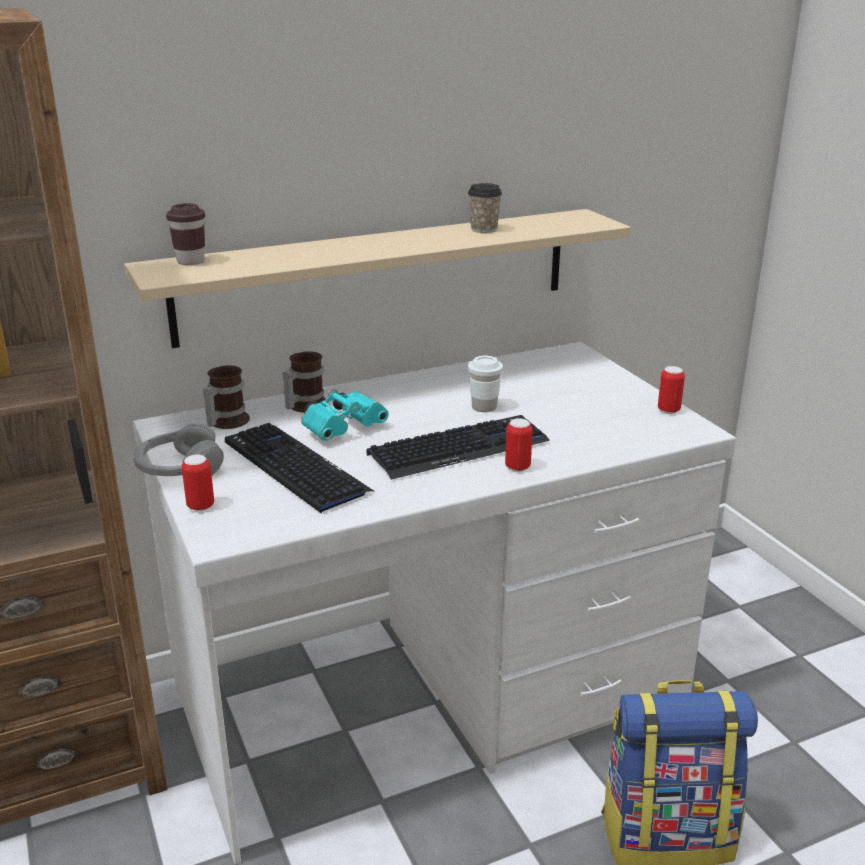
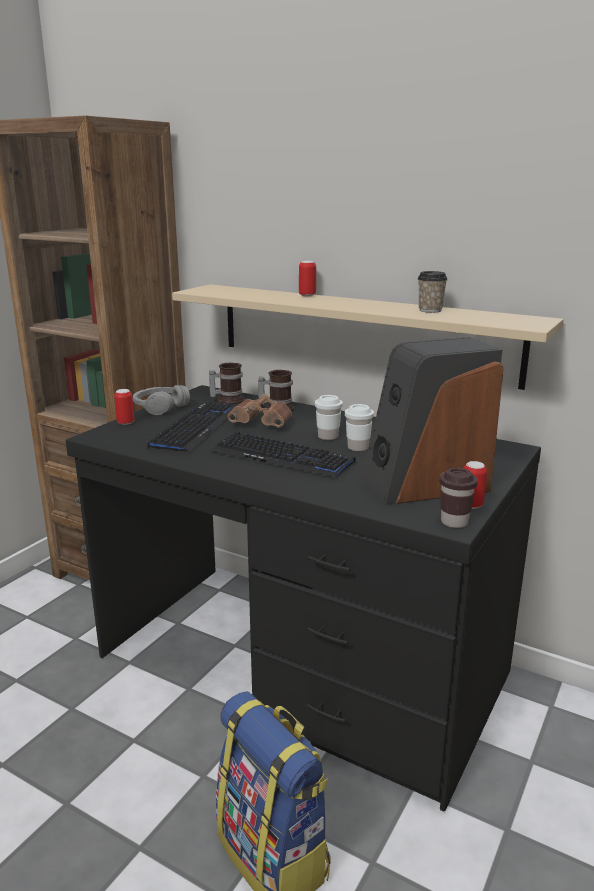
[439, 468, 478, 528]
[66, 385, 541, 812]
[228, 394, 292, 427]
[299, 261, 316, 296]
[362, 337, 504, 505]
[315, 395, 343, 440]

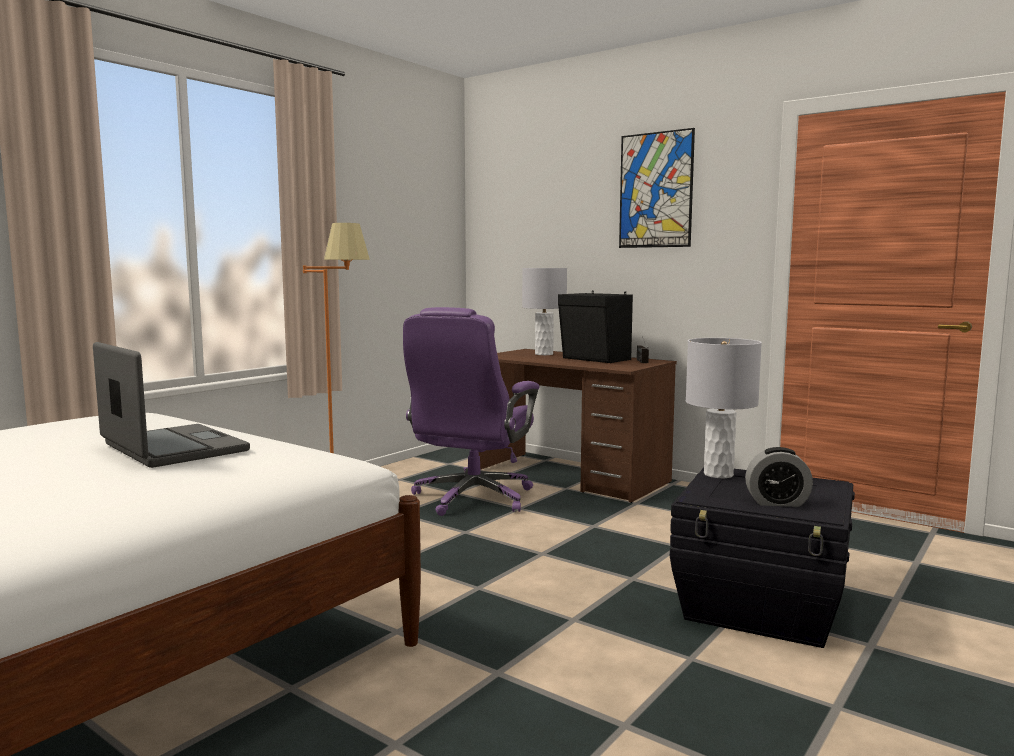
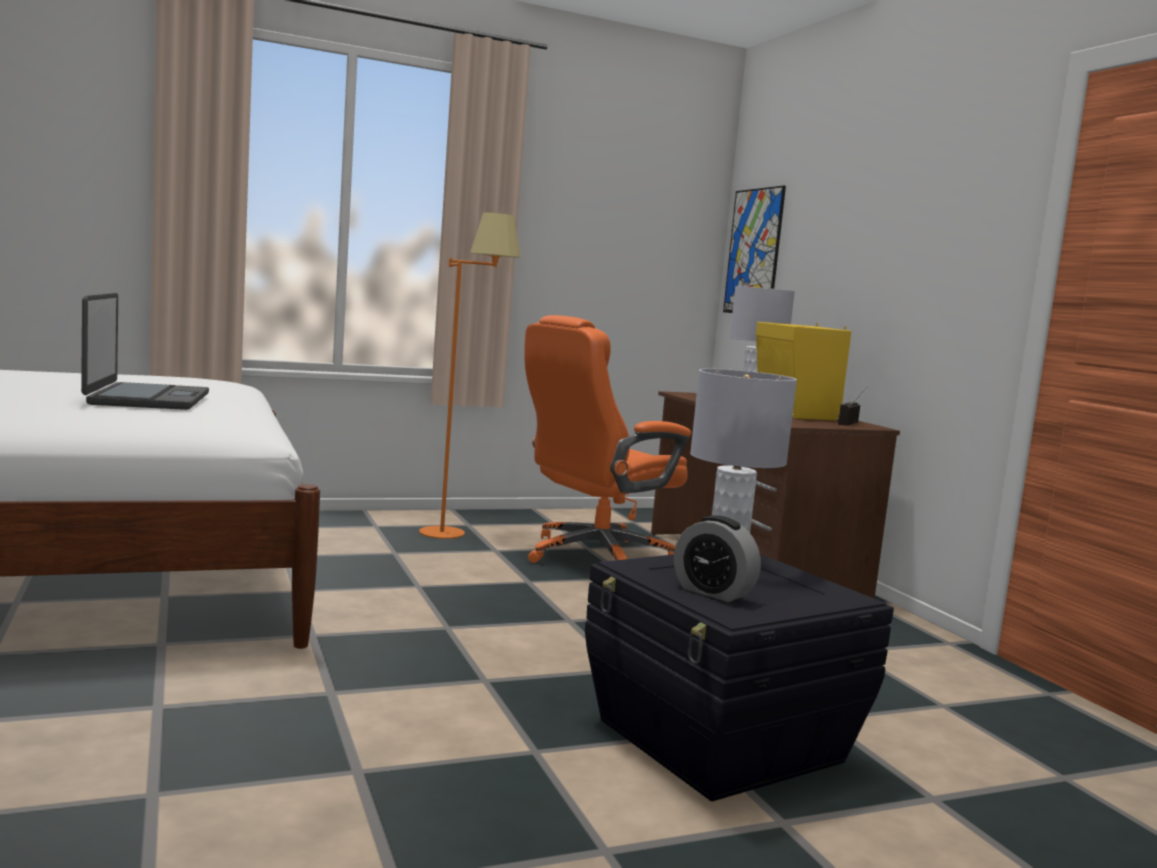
[723, 186, 786, 313]
[756, 322, 851, 420]
[524, 315, 691, 563]

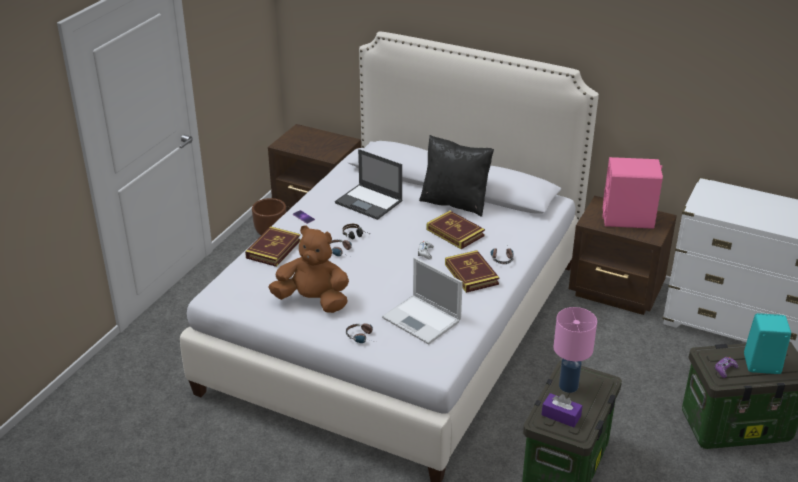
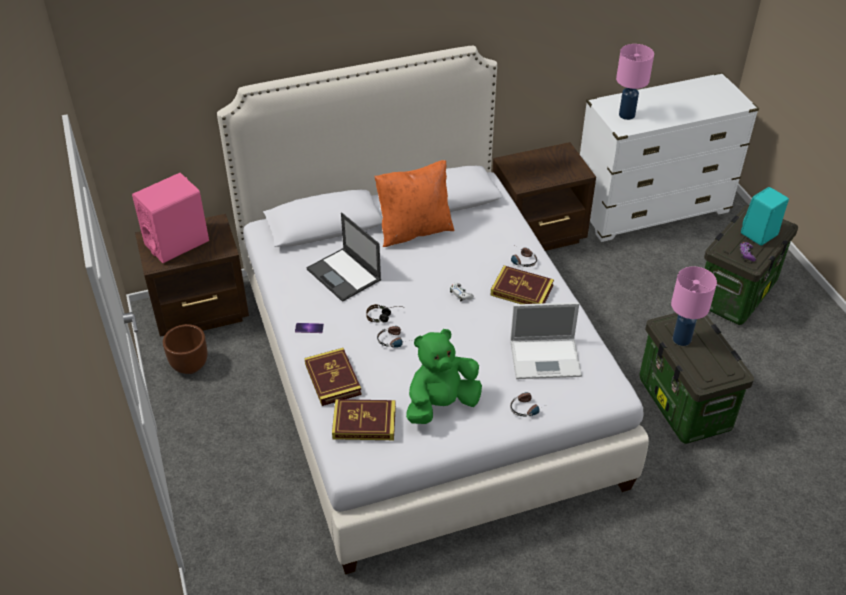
[374, 160, 455, 247]
[306, 213, 382, 302]
[132, 173, 209, 263]
[332, 399, 396, 440]
[406, 329, 482, 424]
[541, 393, 583, 427] (first image)
[616, 44, 654, 120]

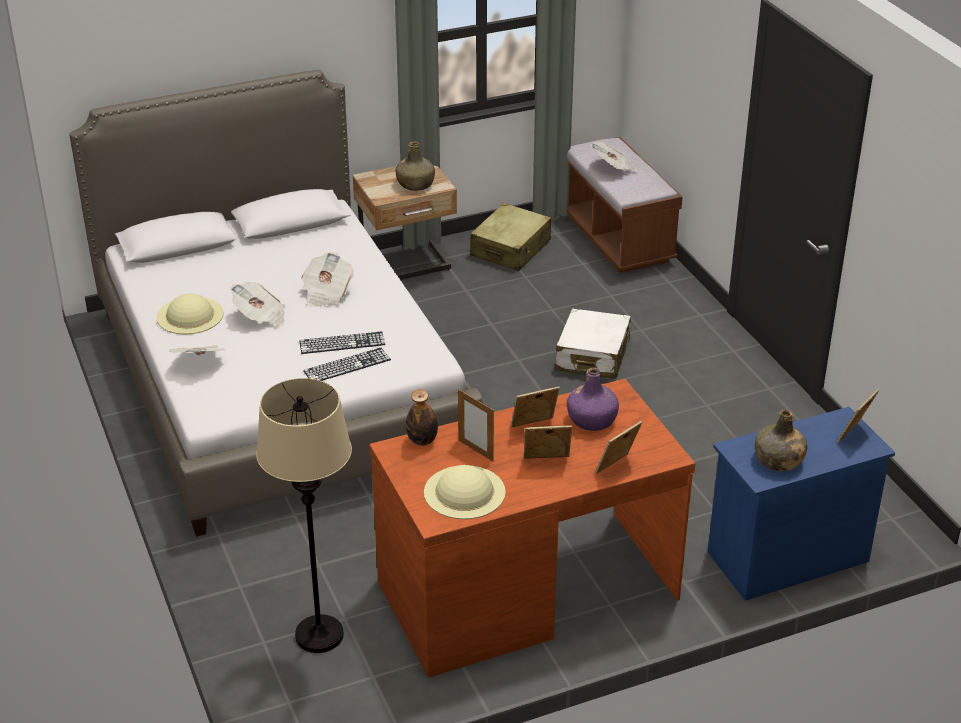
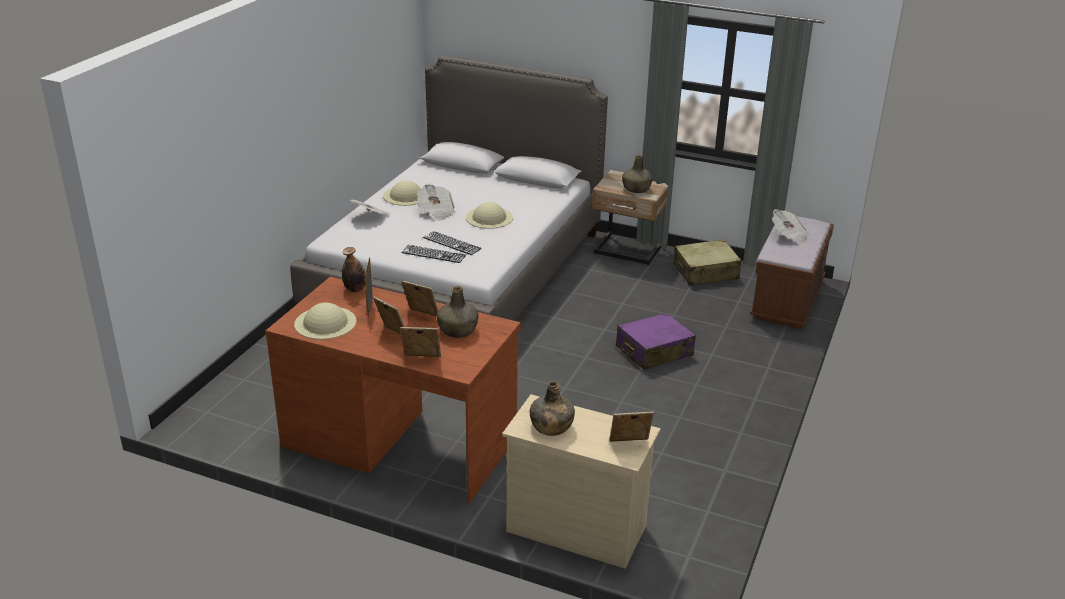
[466, 202, 513, 229]
[616, 313, 696, 370]
[437, 286, 478, 338]
[256, 378, 352, 653] (first image)
[502, 394, 661, 569]

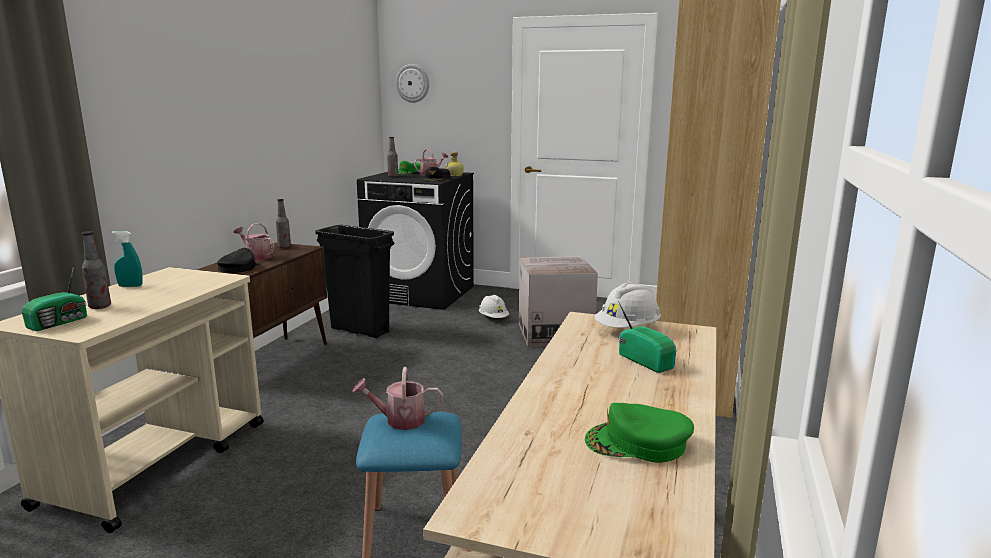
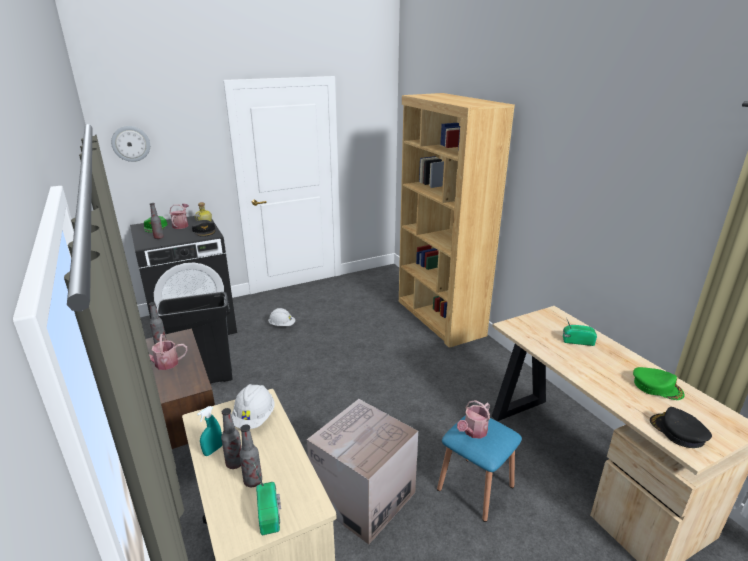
[650, 407, 712, 448]
[307, 399, 418, 545]
[231, 384, 275, 429]
[633, 367, 685, 400]
[221, 408, 242, 469]

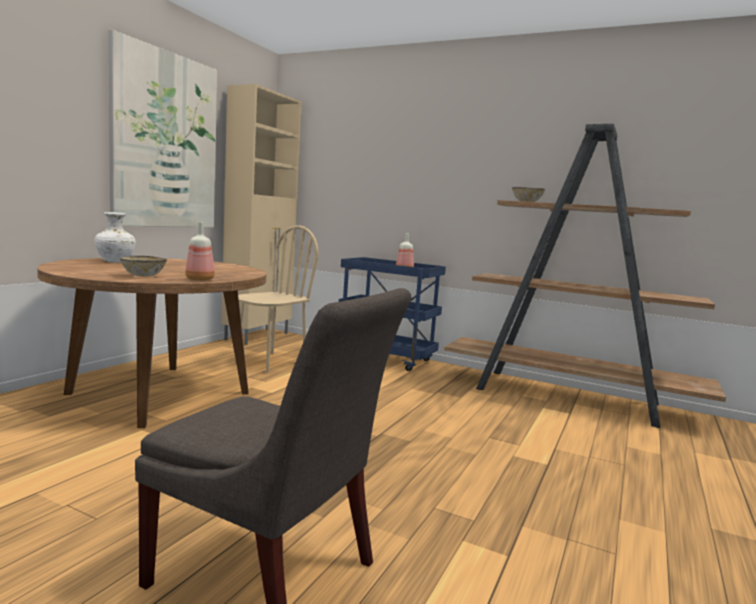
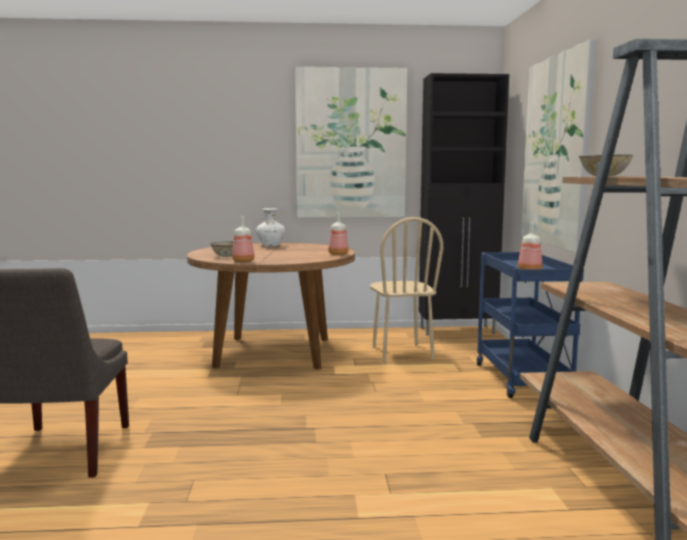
[419, 73, 509, 336]
[370, 217, 443, 363]
[521, 39, 596, 253]
[328, 213, 349, 255]

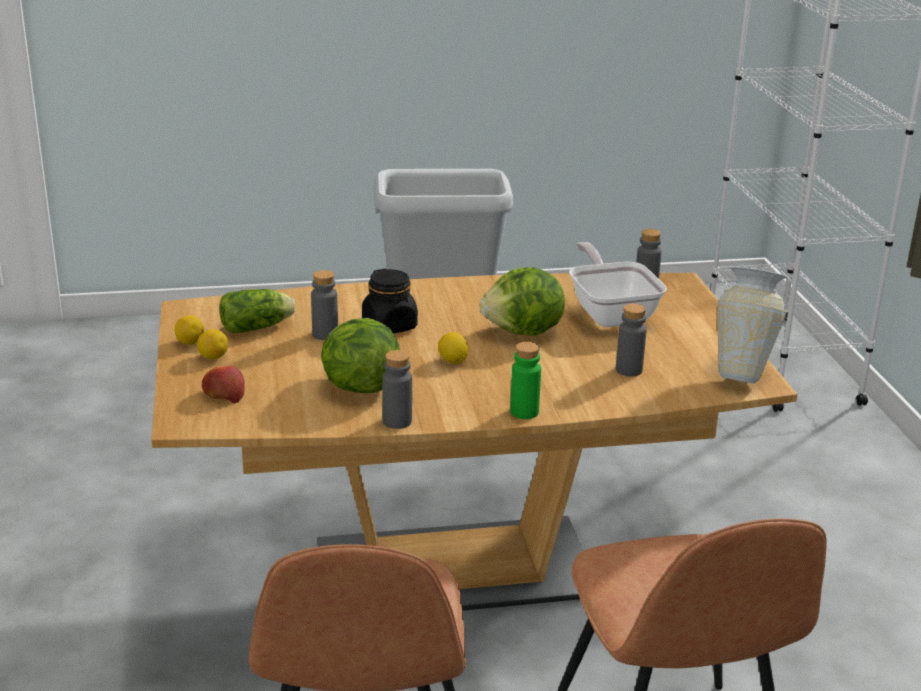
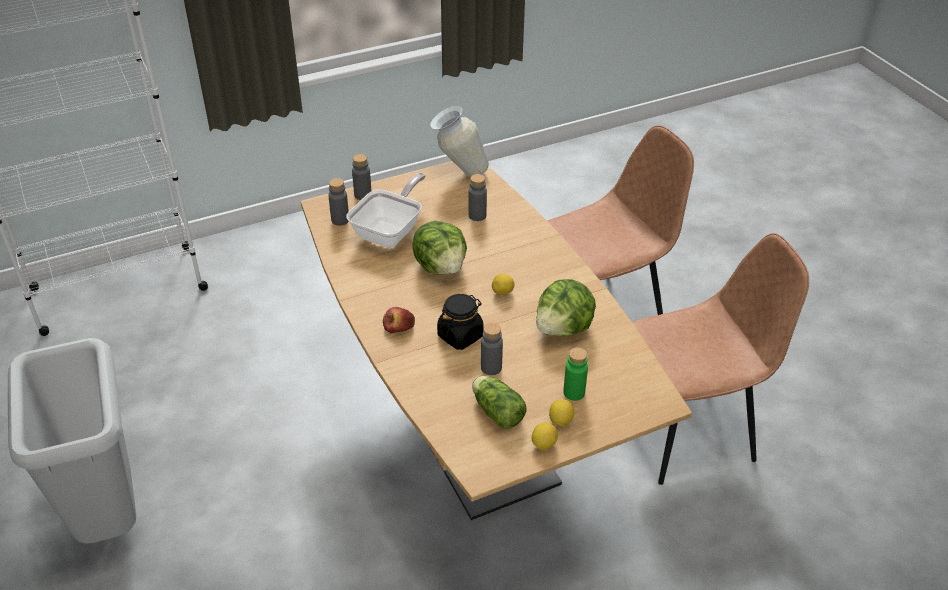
[347, 173, 426, 248]
[563, 347, 588, 401]
[352, 154, 371, 200]
[383, 307, 415, 333]

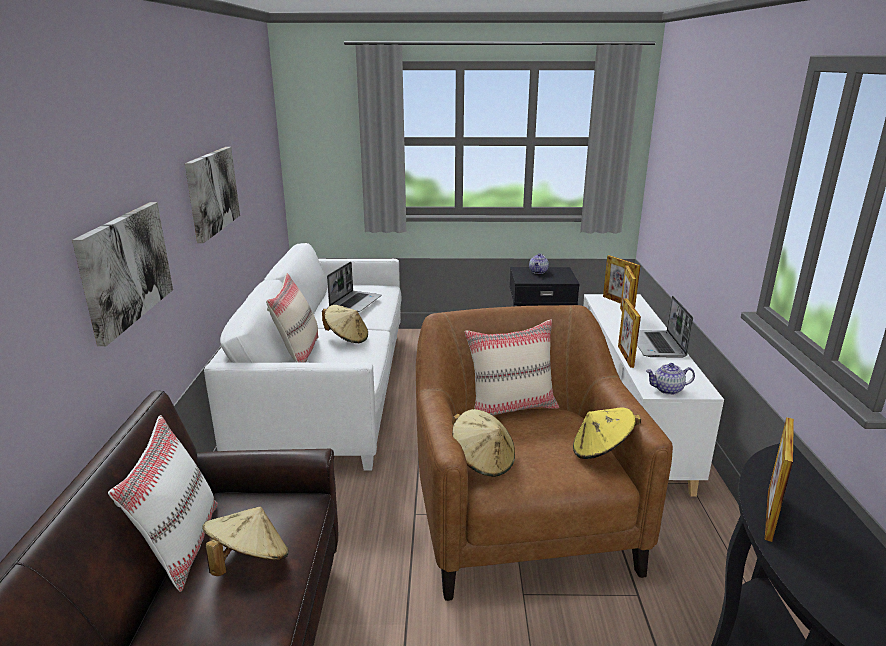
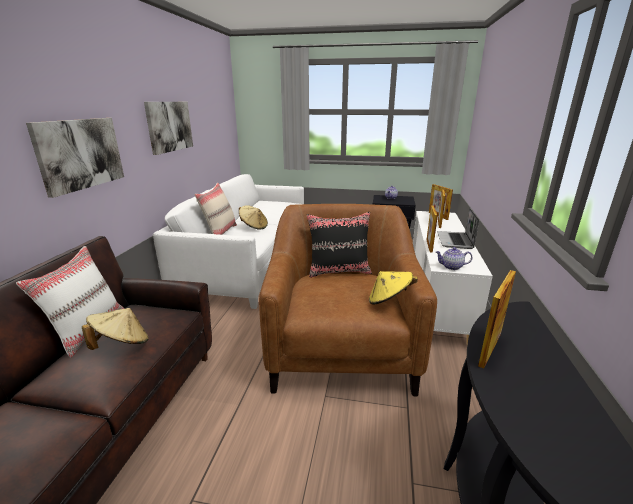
[327, 261, 382, 312] (first image)
[307, 212, 372, 278]
[452, 409, 515, 477] (first image)

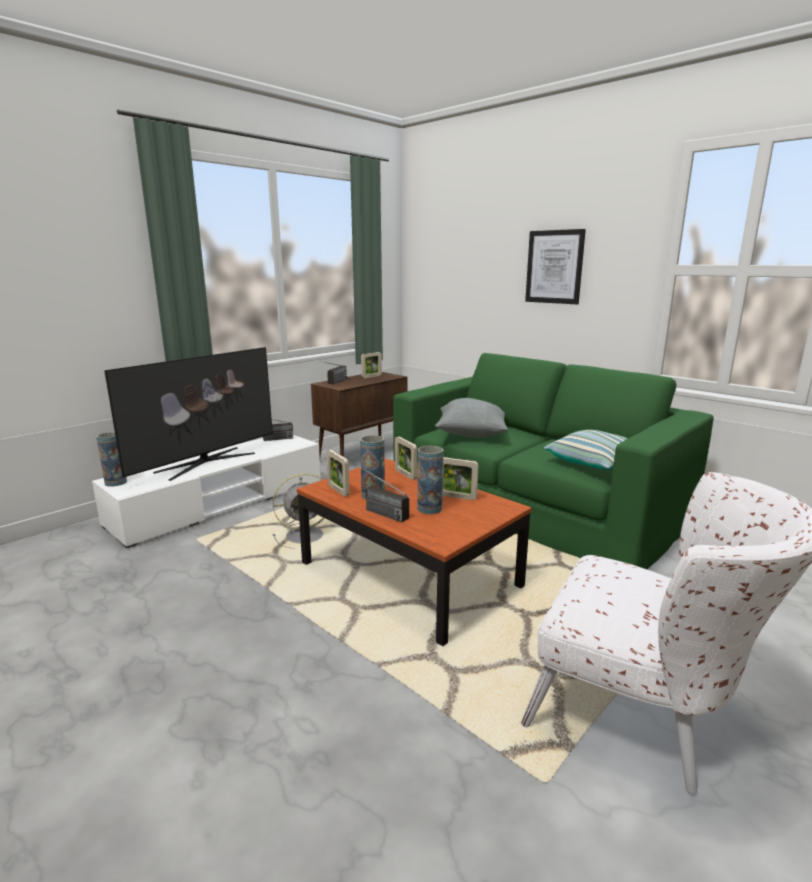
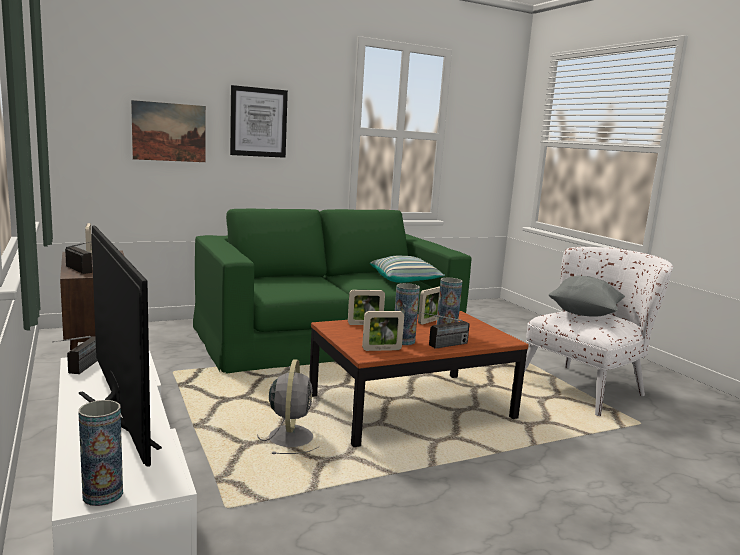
[549, 276, 625, 317]
[131, 100, 206, 162]

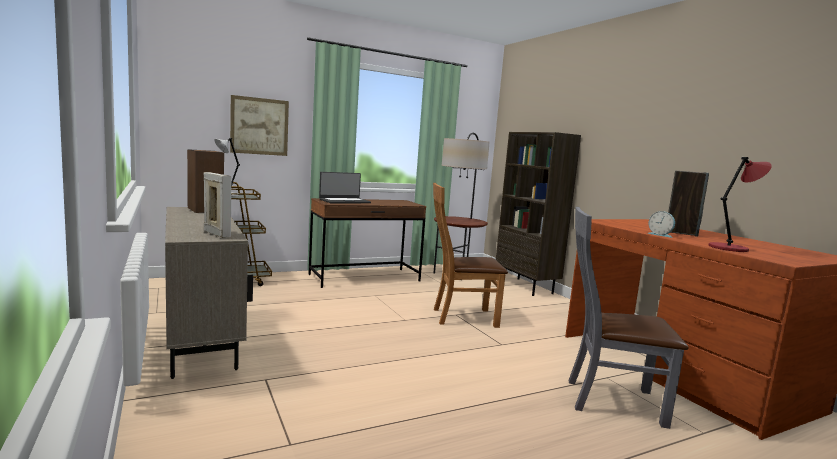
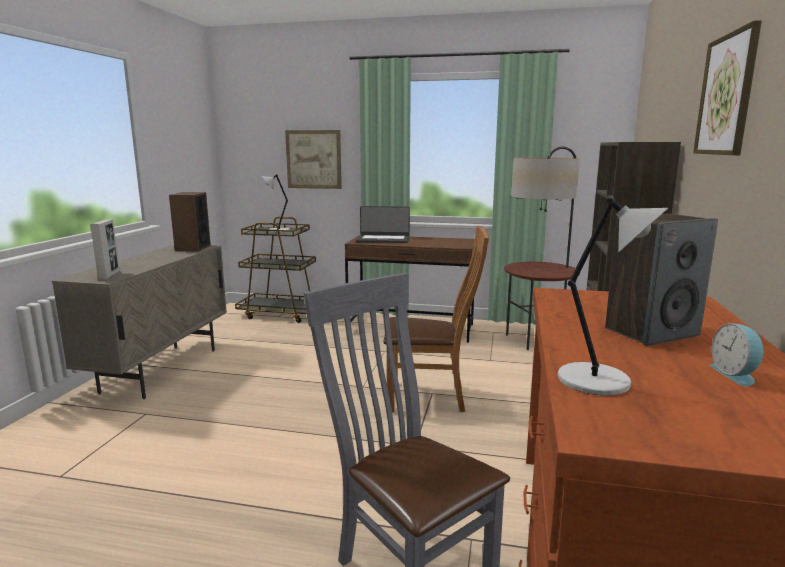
[558, 198, 668, 396]
[383, 226, 489, 413]
[709, 323, 765, 386]
[693, 20, 762, 155]

